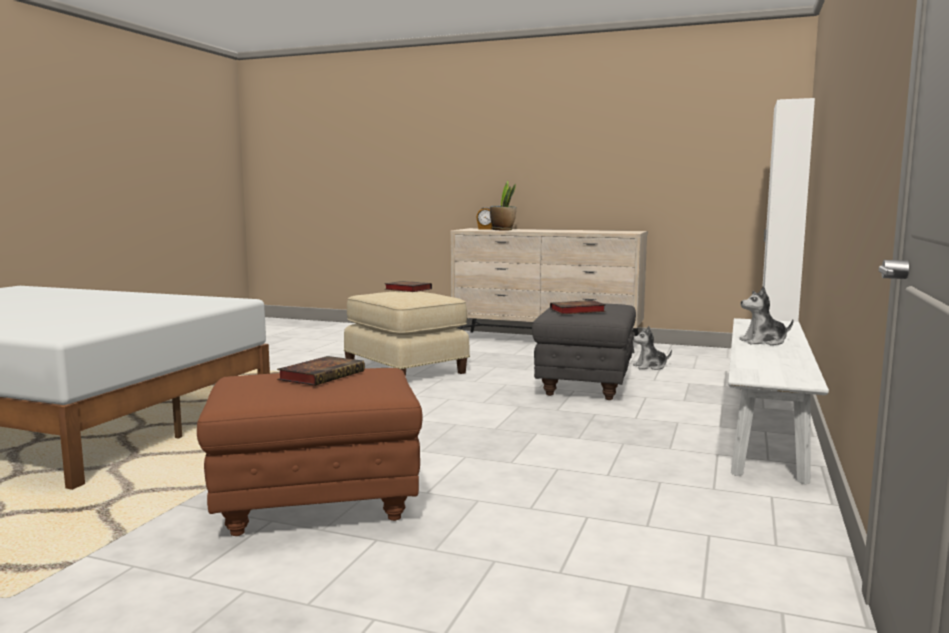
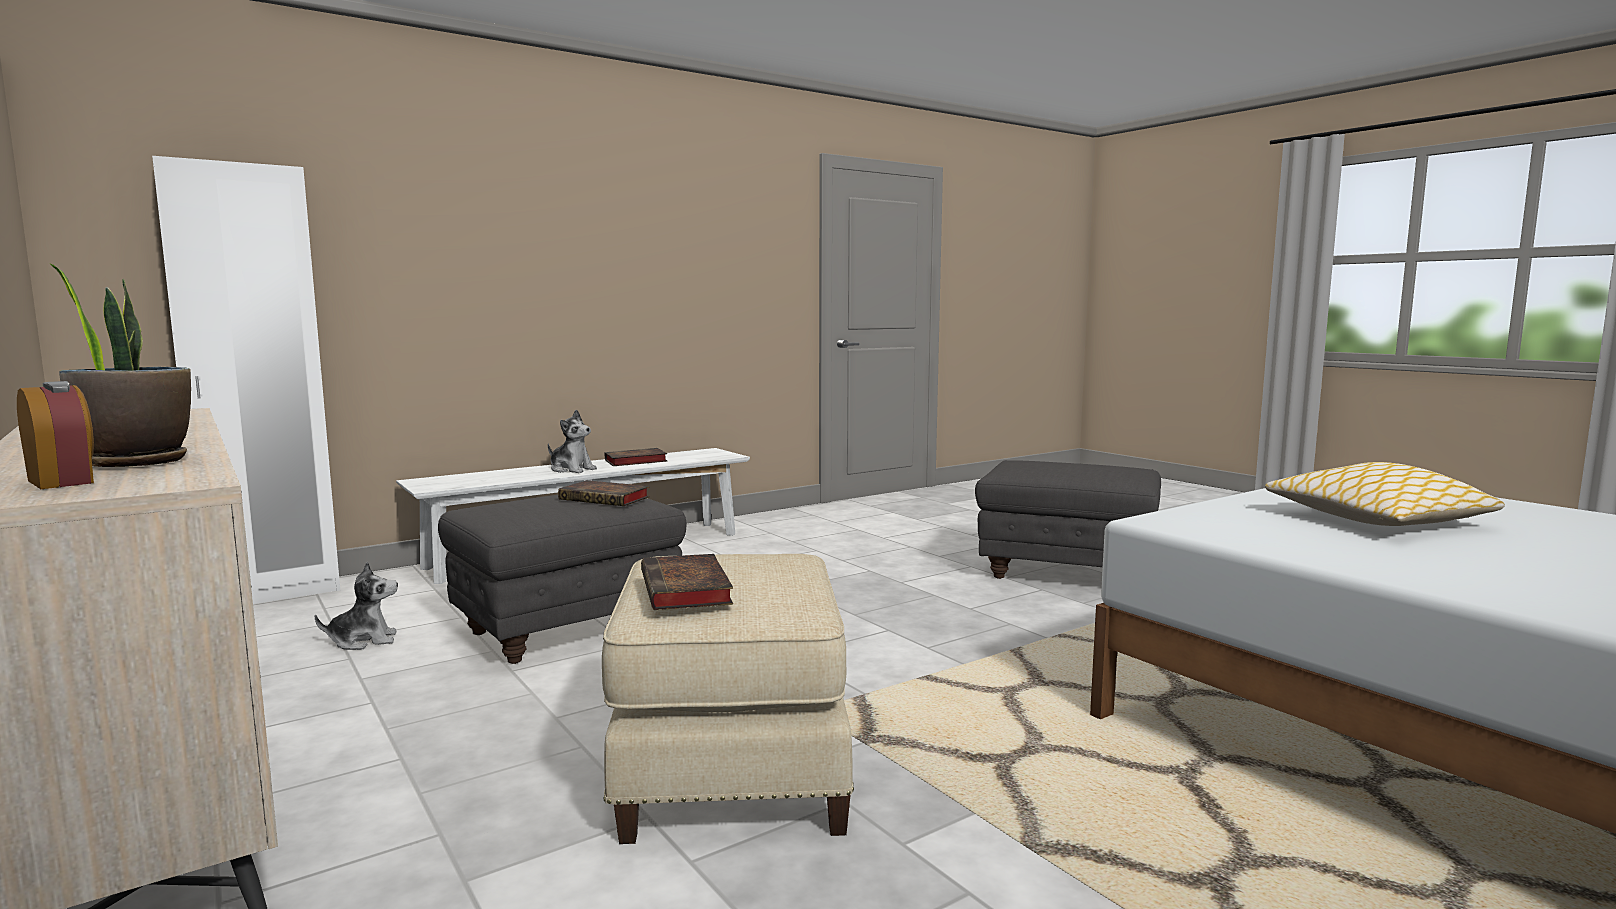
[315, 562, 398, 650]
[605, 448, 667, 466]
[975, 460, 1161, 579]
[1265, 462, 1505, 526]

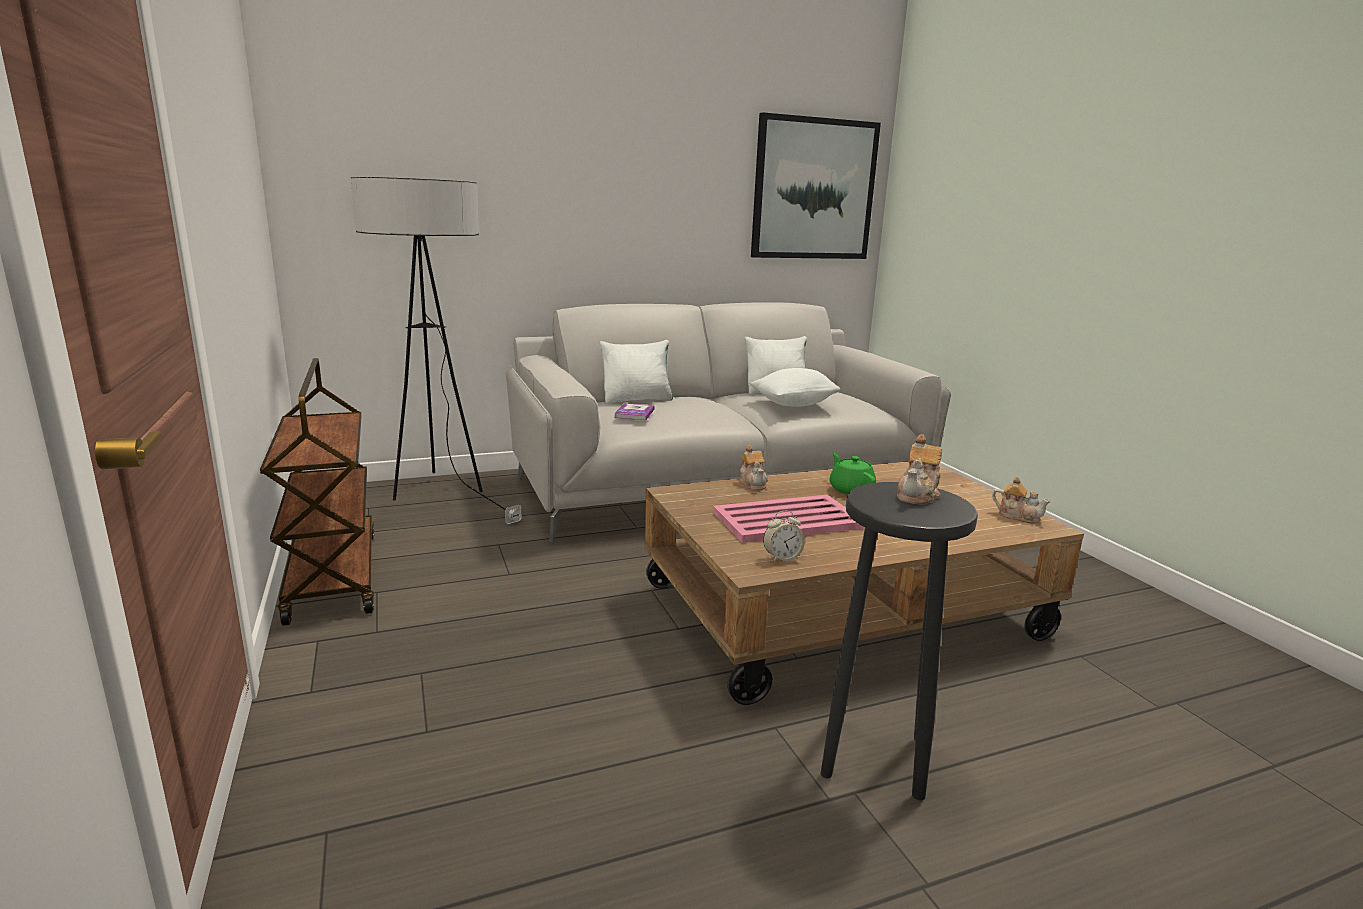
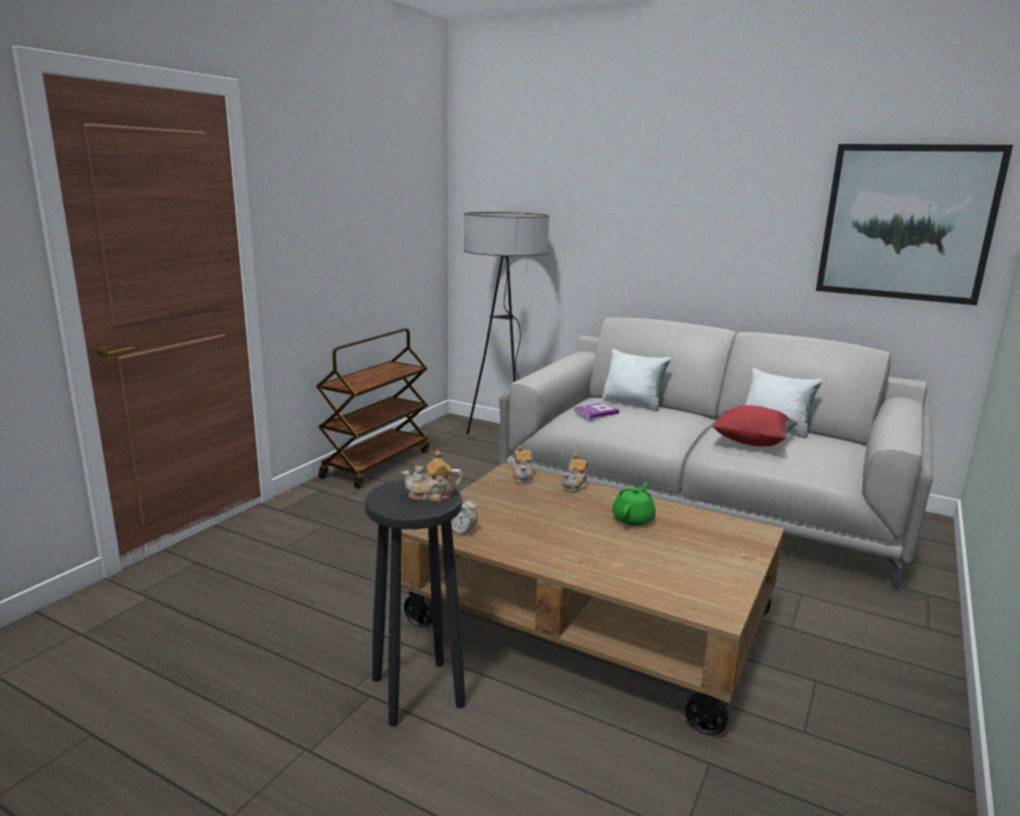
[712, 405, 797, 446]
[513, 445, 534, 484]
[713, 495, 865, 543] (first image)

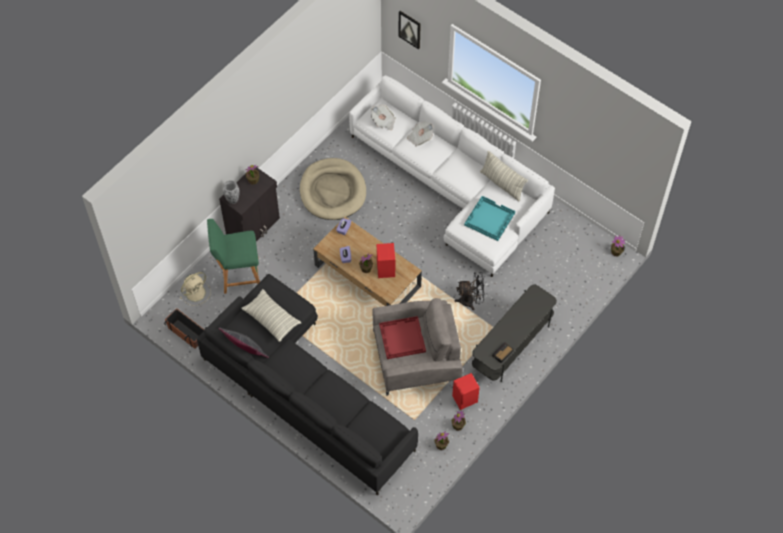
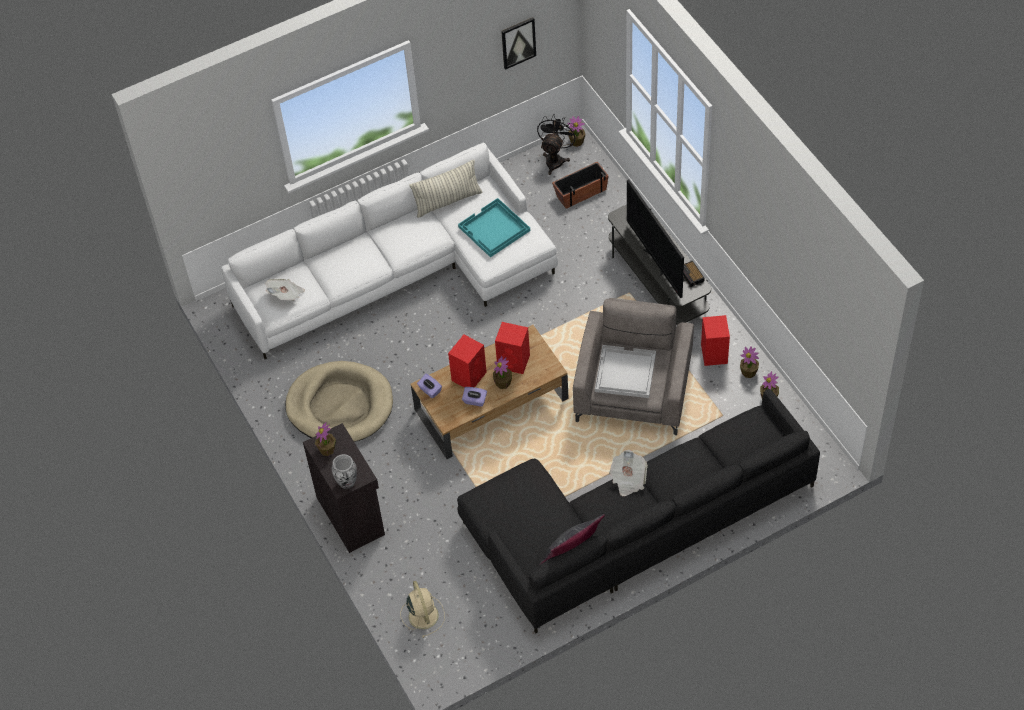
[501, 17, 536, 70]
[609, 450, 648, 496]
[207, 219, 260, 294] (first image)
[537, 114, 578, 175]
[241, 289, 302, 342] (first image)
[552, 162, 609, 209]
[595, 345, 656, 398]
[627, 180, 684, 298]
[448, 335, 487, 388]

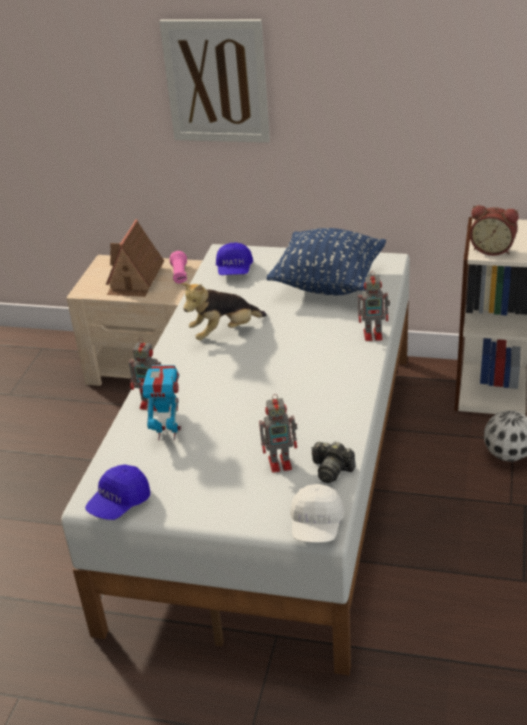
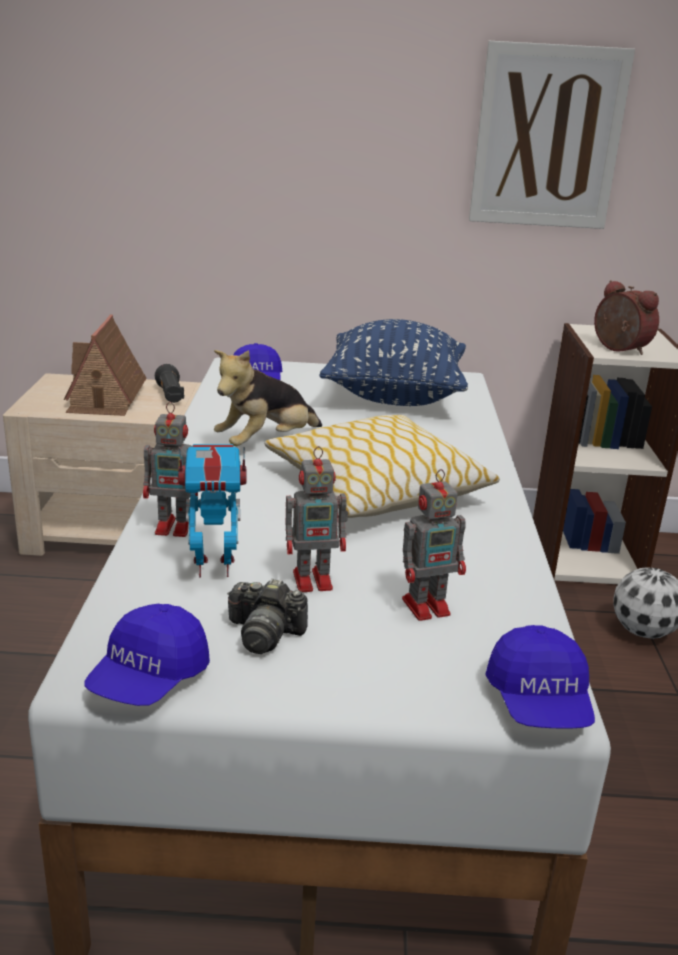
[469, 41, 635, 229]
[594, 280, 659, 355]
[155, 364, 184, 403]
[285, 446, 348, 592]
[227, 578, 308, 654]
[485, 625, 595, 728]
[264, 415, 500, 518]

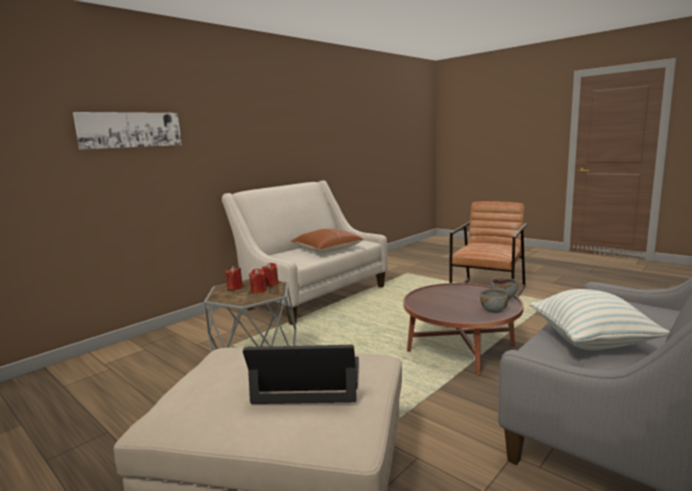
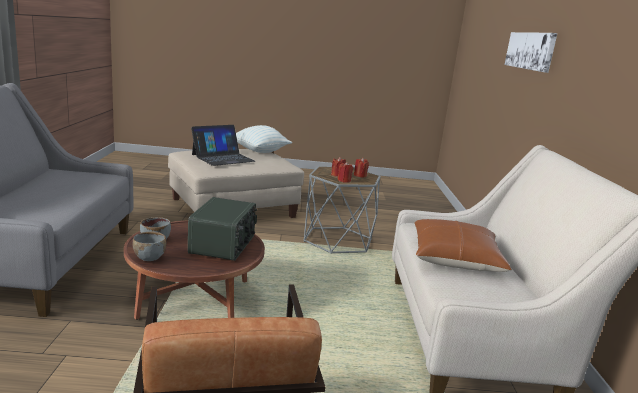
[236, 125, 292, 153]
[188, 197, 257, 261]

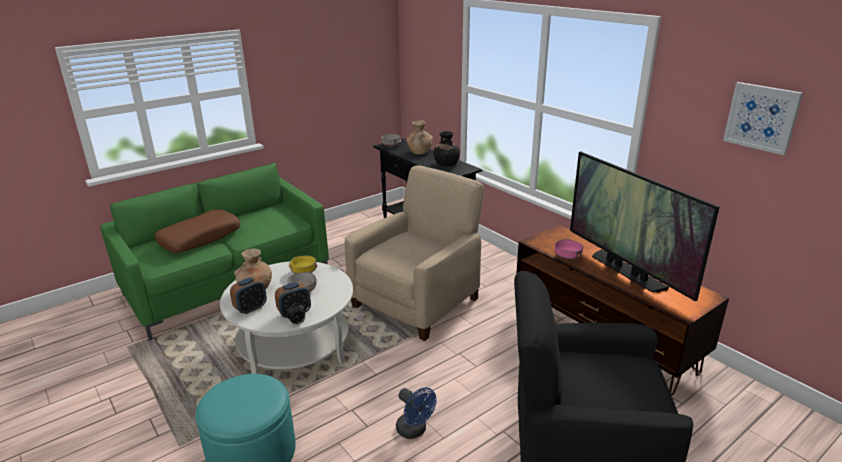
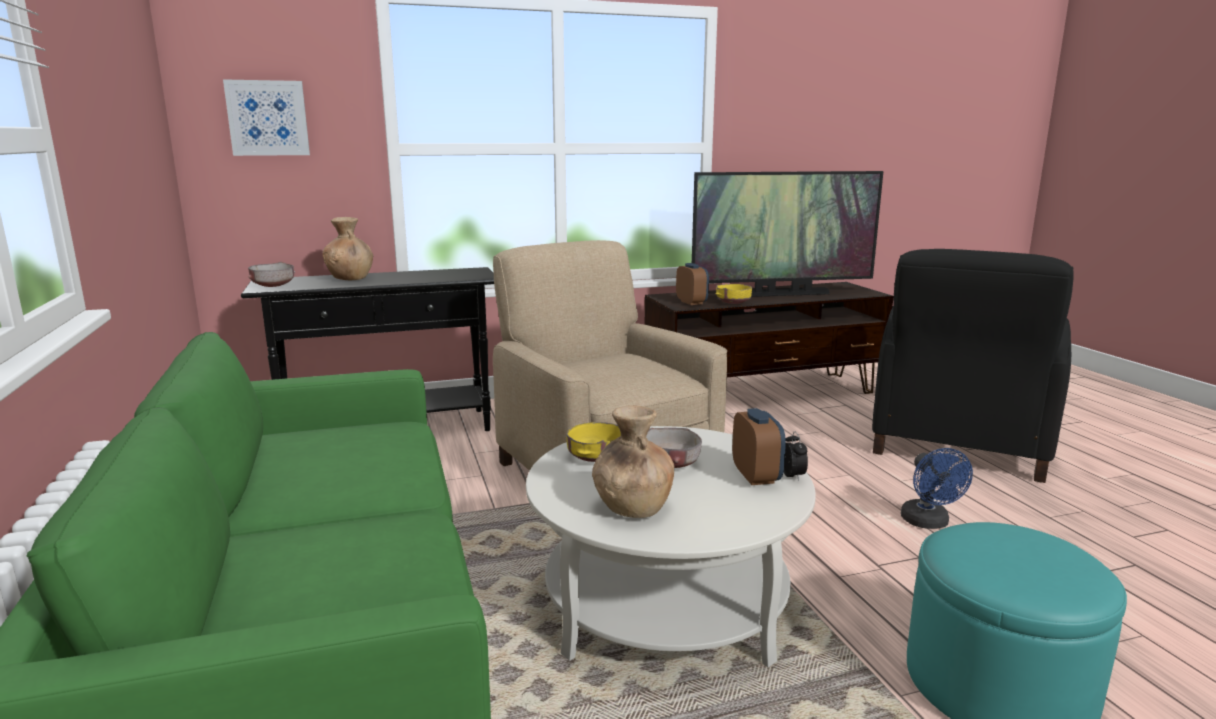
[223, 79, 310, 156]
[433, 131, 460, 167] (first image)
[154, 209, 241, 252] (first image)
[715, 284, 752, 304]
[676, 263, 709, 305]
[901, 448, 973, 529]

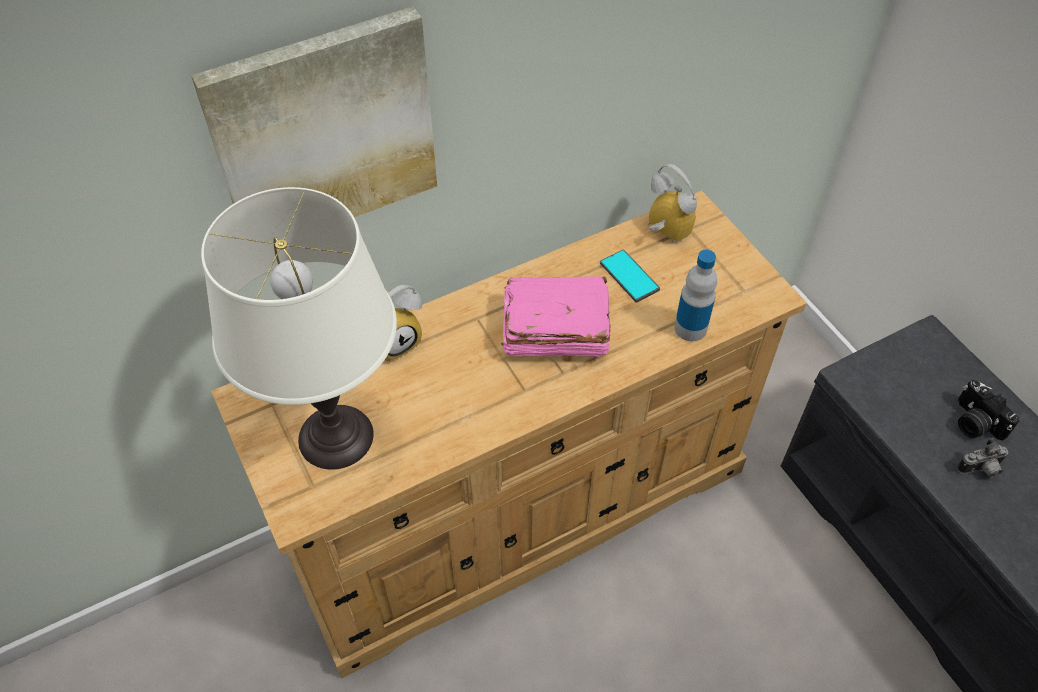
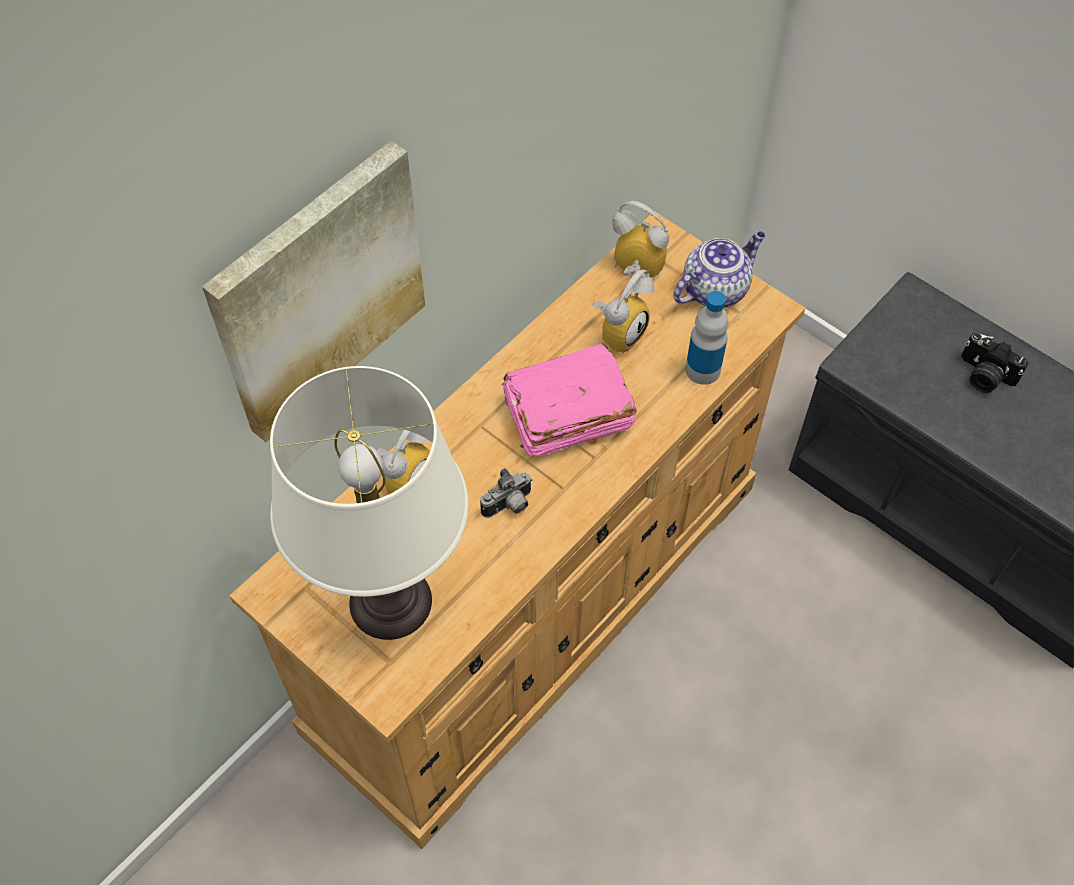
[592, 269, 654, 353]
[480, 468, 532, 518]
[673, 231, 765, 308]

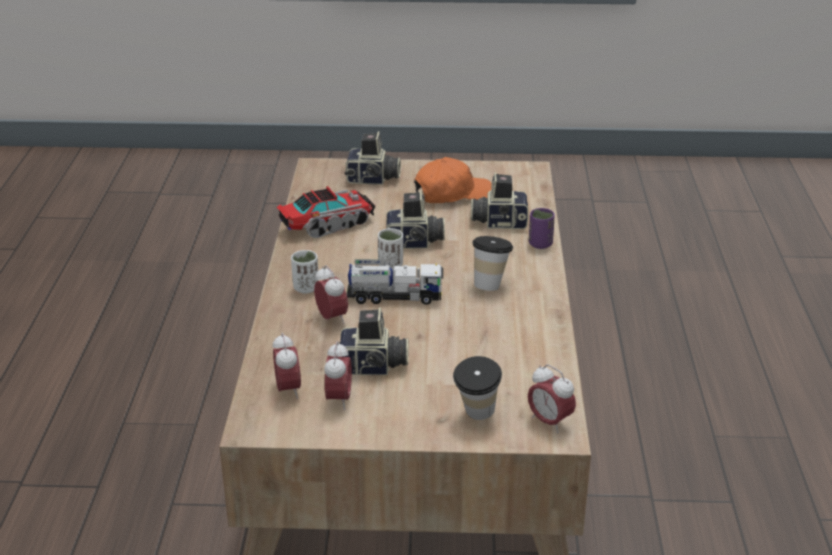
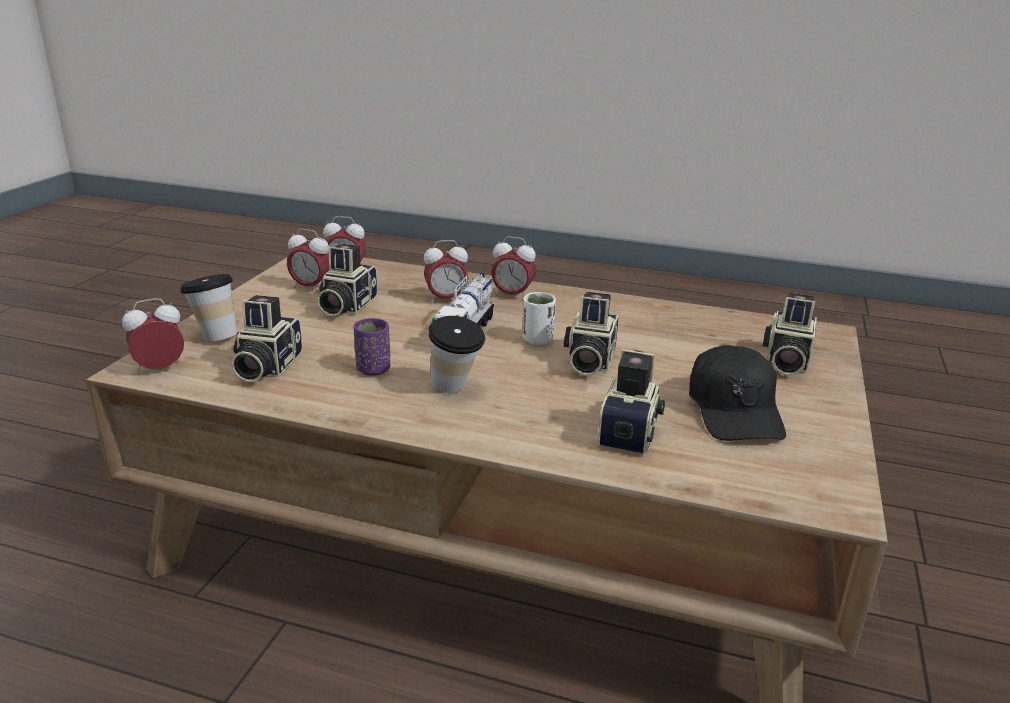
[689, 345, 786, 441]
[277, 186, 375, 238] (first image)
[354, 318, 390, 376]
[491, 236, 536, 297]
[231, 295, 302, 382]

